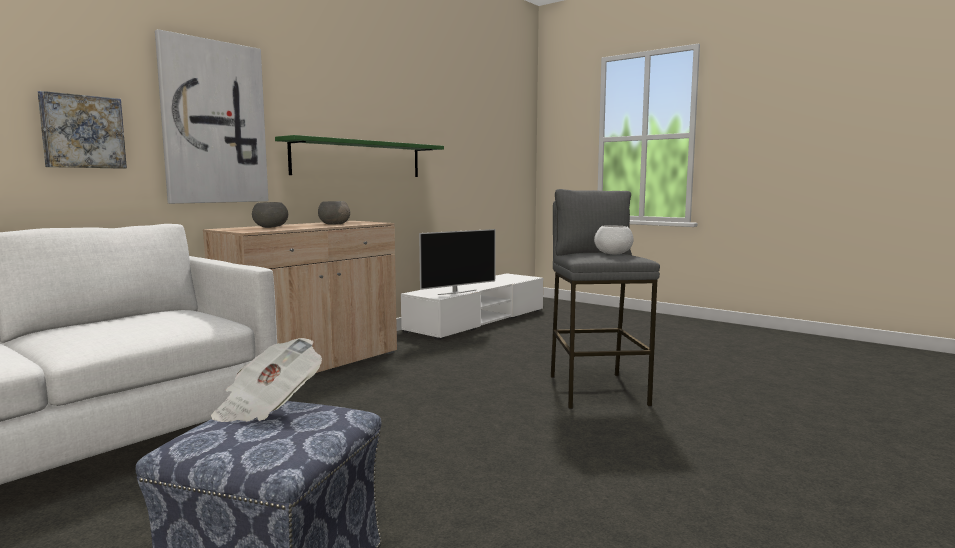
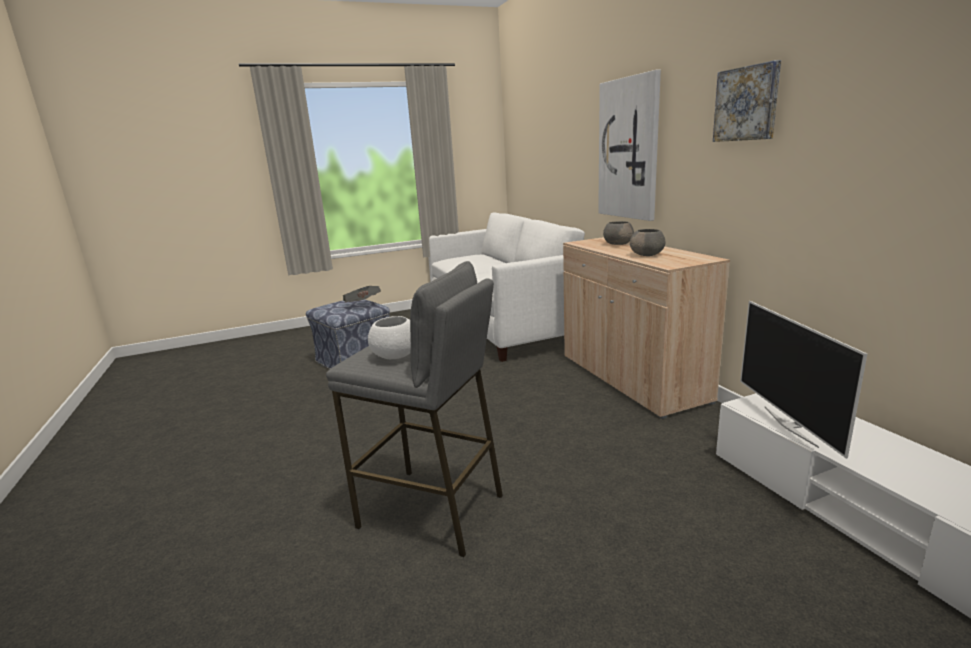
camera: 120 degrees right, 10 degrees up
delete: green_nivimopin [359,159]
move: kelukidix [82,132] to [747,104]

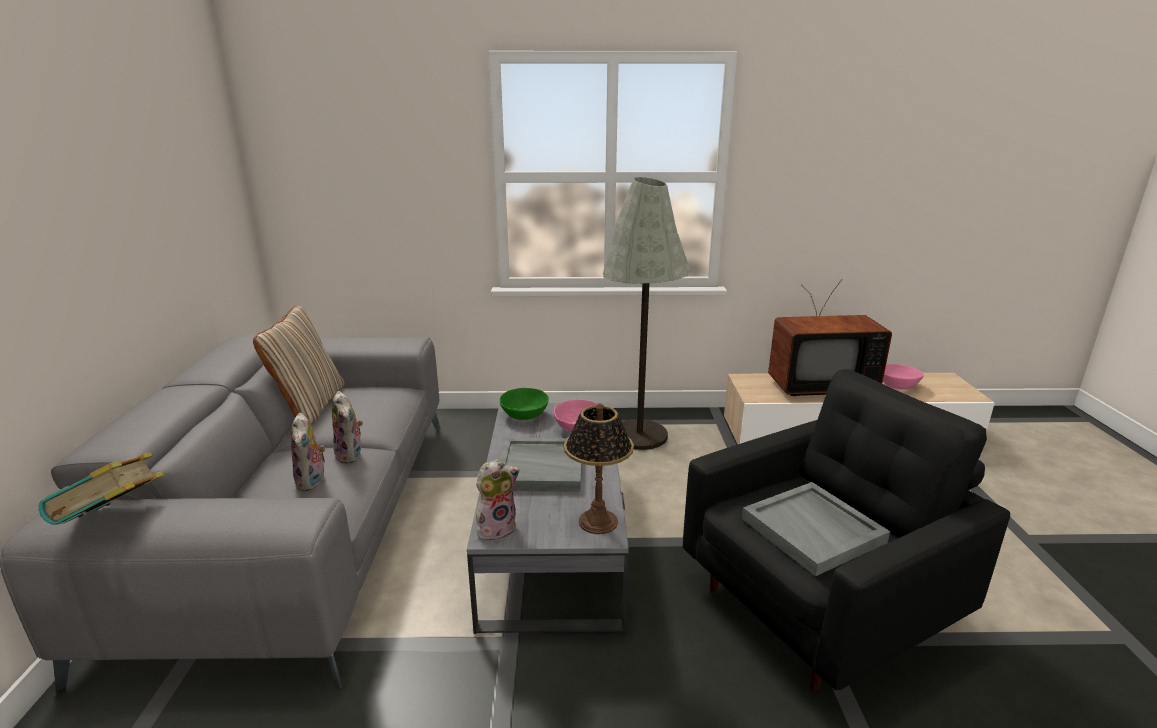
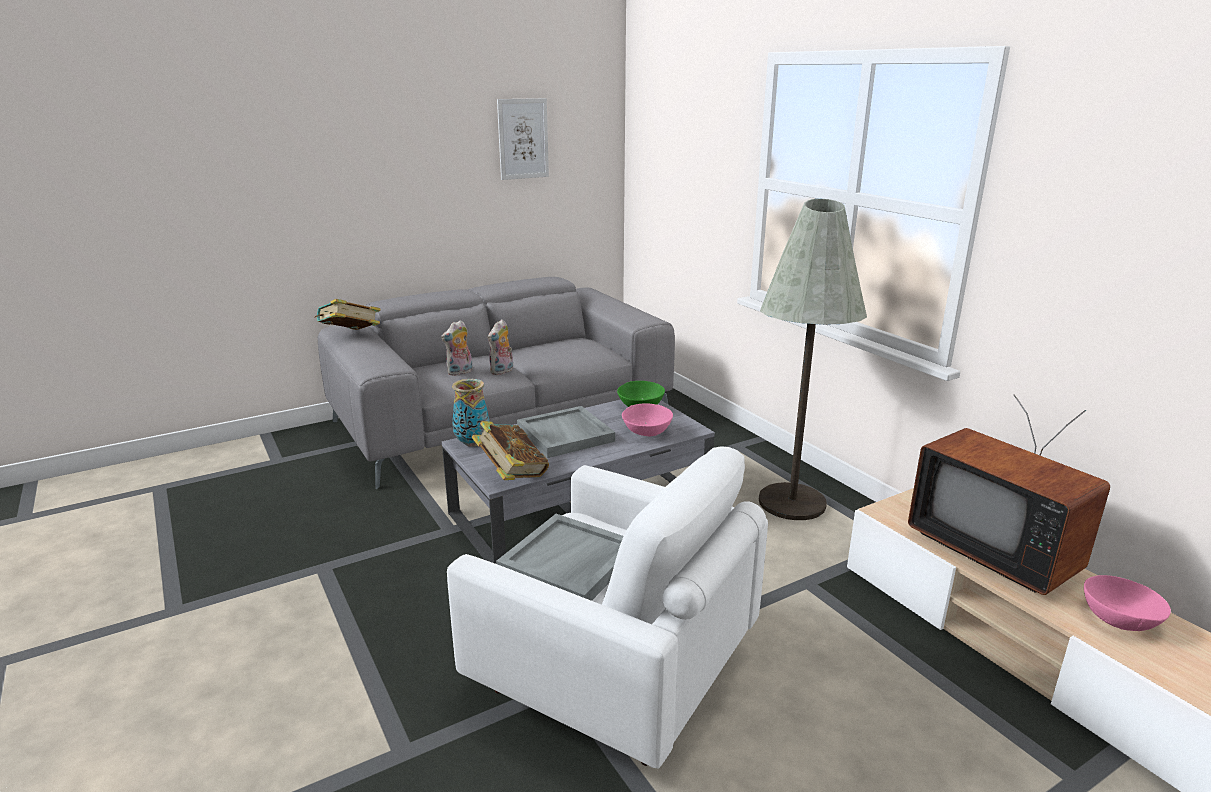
camera: 60 degrees right, 0 degrees up
delete: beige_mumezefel [309,405]
insert: kelukidix [523,139]
replace: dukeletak [497,528] to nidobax [472,443]; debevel [598,522] to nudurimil [512,475]
recolor: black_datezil [820,606] to white_datezil [614,678]

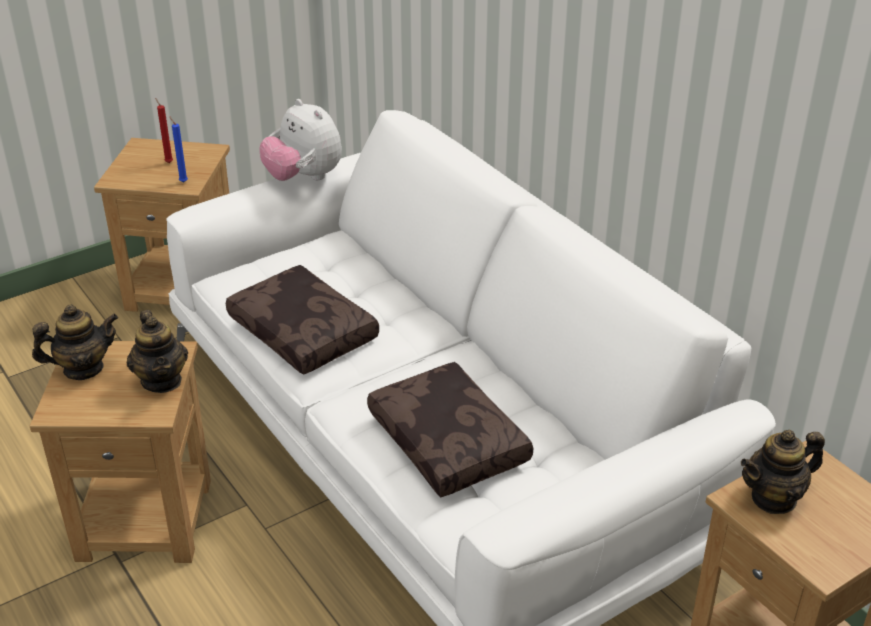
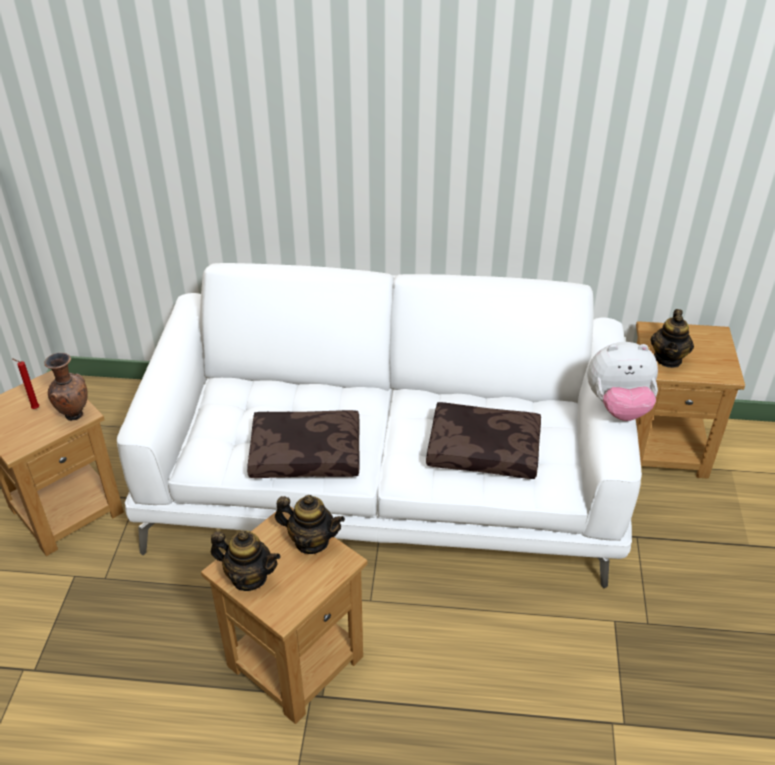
camera: 50 degrees left, 5 degrees up
move: dukeletak [303,178] to [618,407]
replace: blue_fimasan [182,181] to brown_nidobax [73,414]
rotate: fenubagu [83,369] = [249,577] 90 degrees clockwise

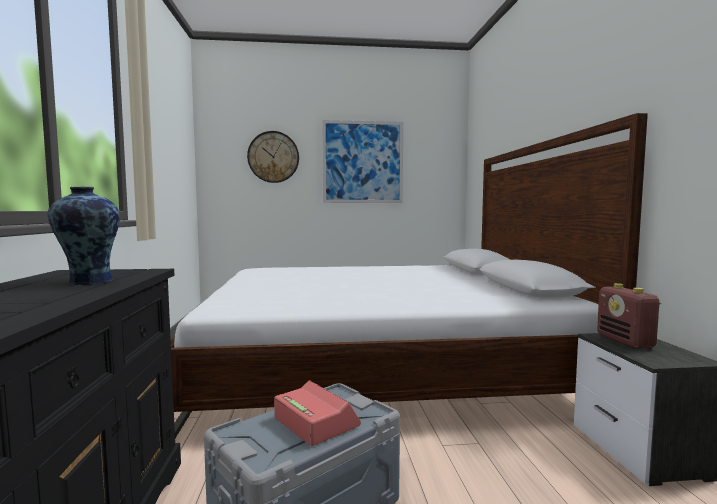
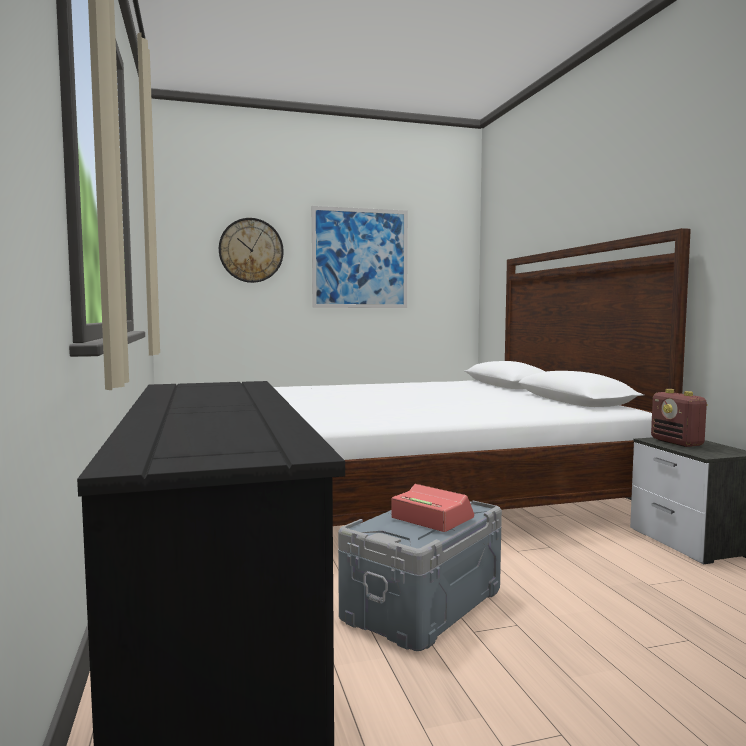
camera: 10 degrees left, 0 degrees up
delete: nidobax [88,282]

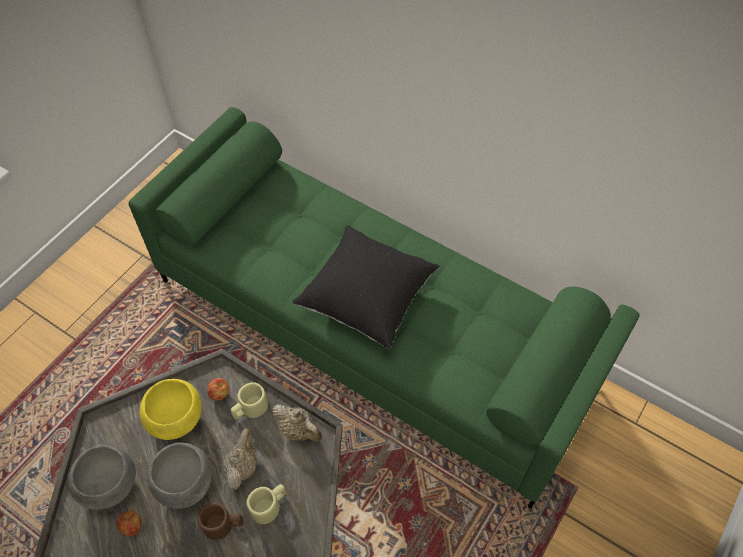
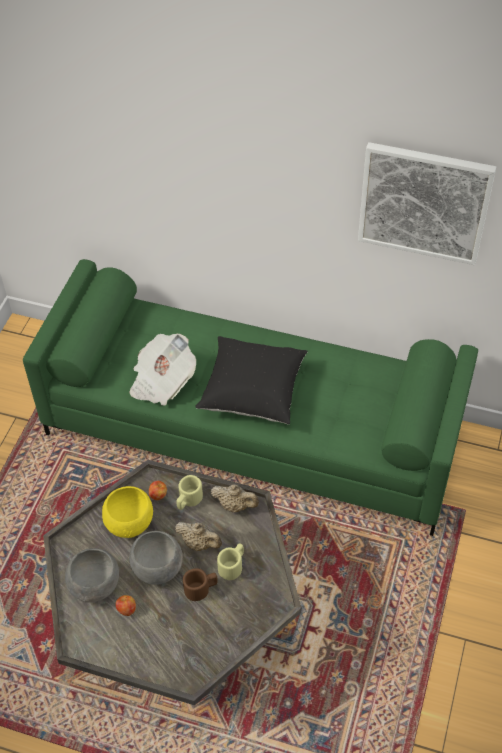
camera: 15 degrees left, 5 degrees down
insert: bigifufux [162,381]; kelukidix [424,202]
rotate: beige_fenubagu [242,466] = [199,543] 120 degrees clockwise

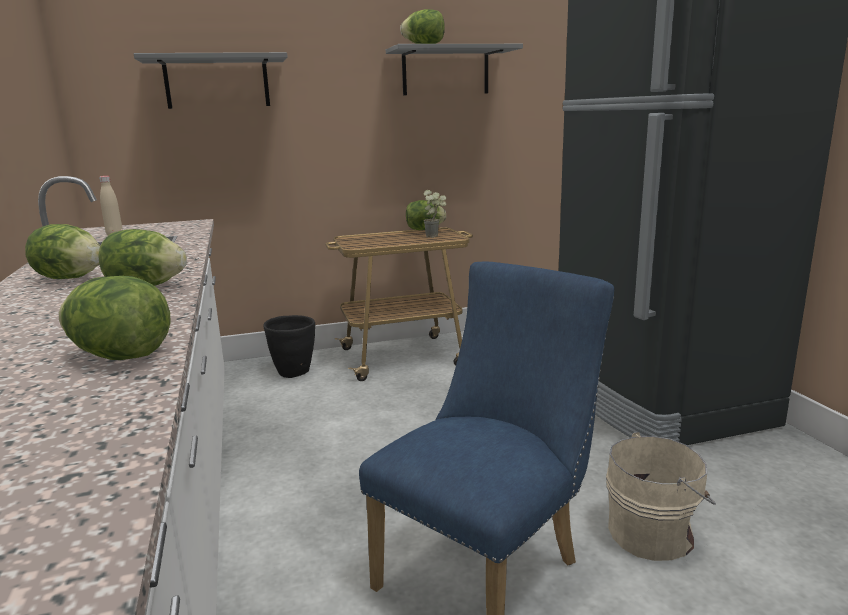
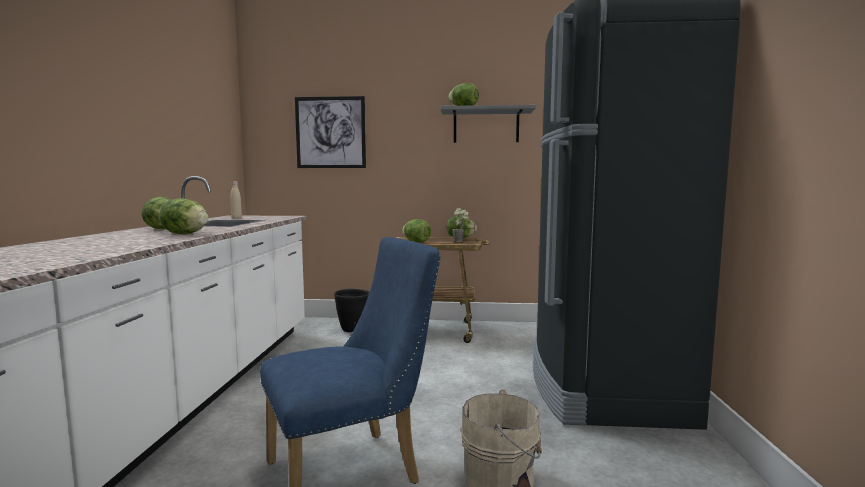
camera: 20 degrees right, 10 degrees down
move: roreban [120,356] to [416,242]
replace: grey_nivimopin [217,82] to kelukidix [330,132]

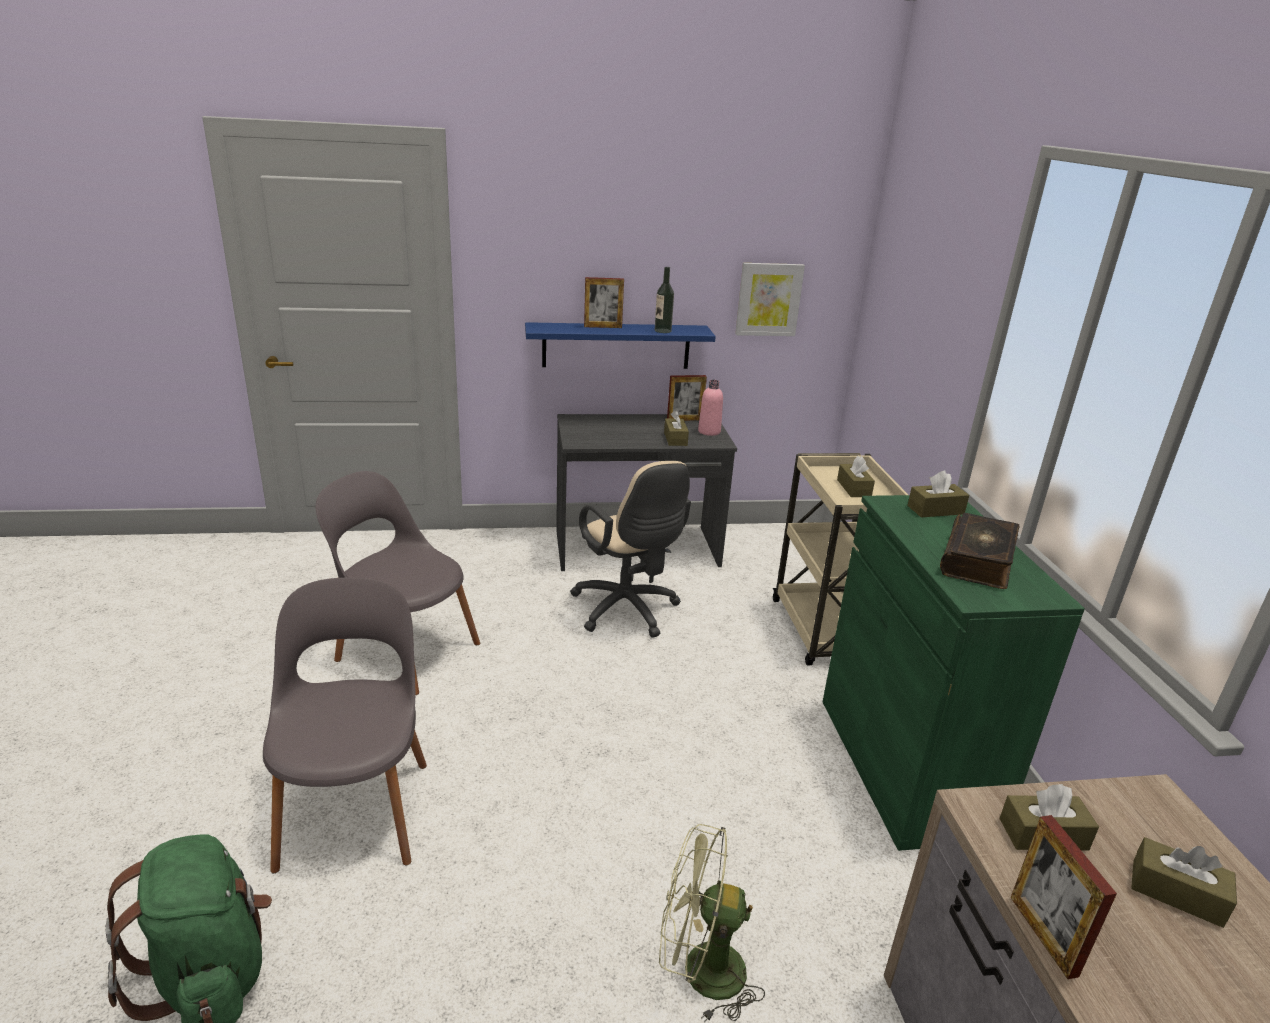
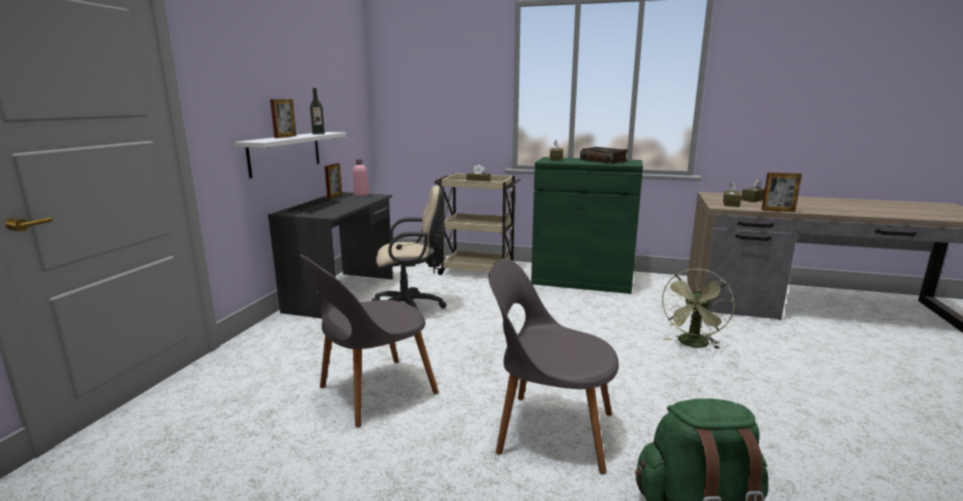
camera: 65 degrees left, 10 degrees down
delete: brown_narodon [675,439]; kelukidix [768,299]
insert: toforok [315,206]
recolor: blue_nivimopin [616,345] to white_nivimopin [285,153]

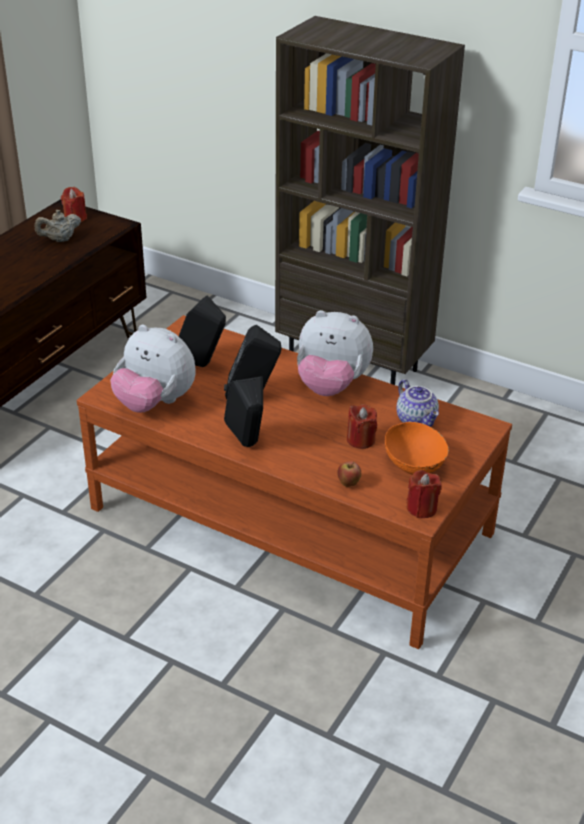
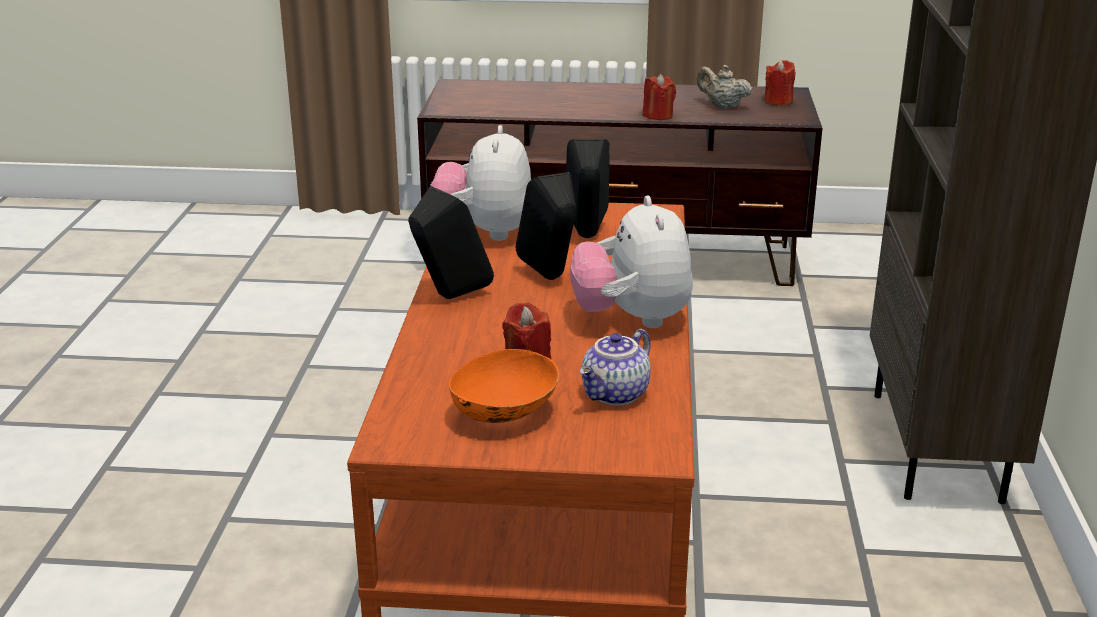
camera: 65 degrees right, 10 degrees down
delete: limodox [348,484]
move: red_fimasan [421,508] to [658,115]

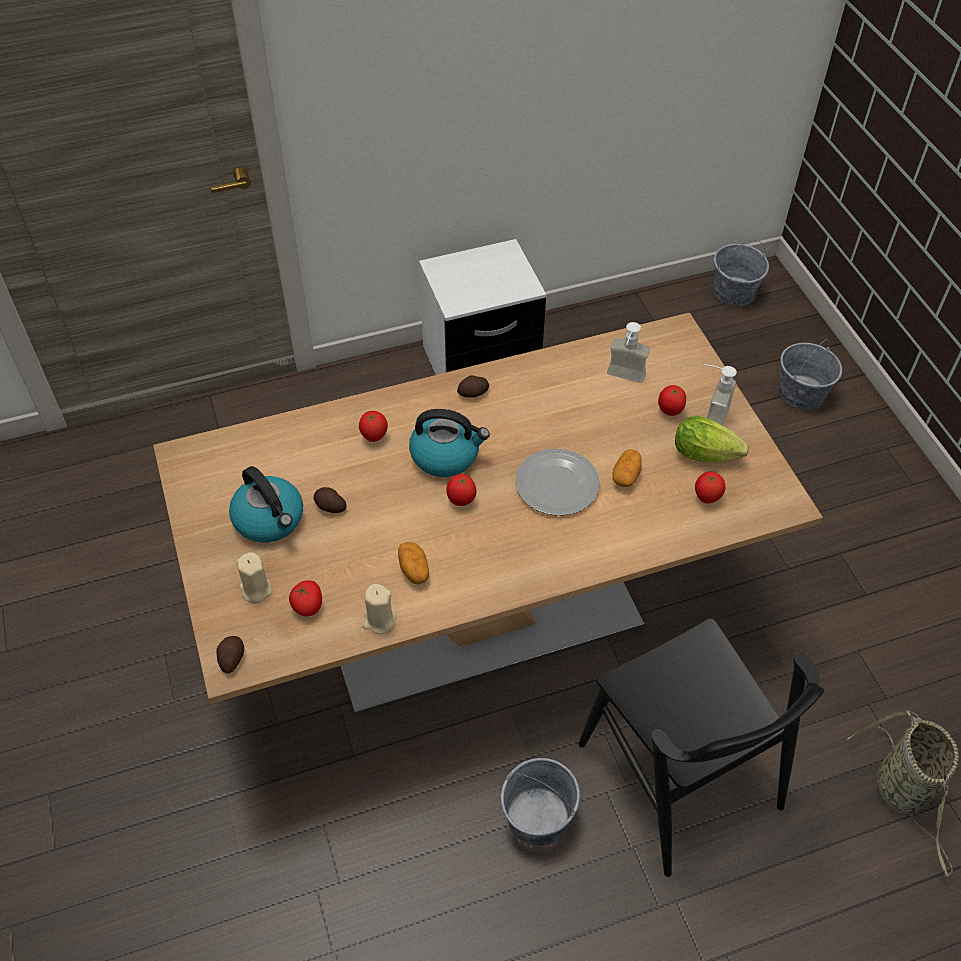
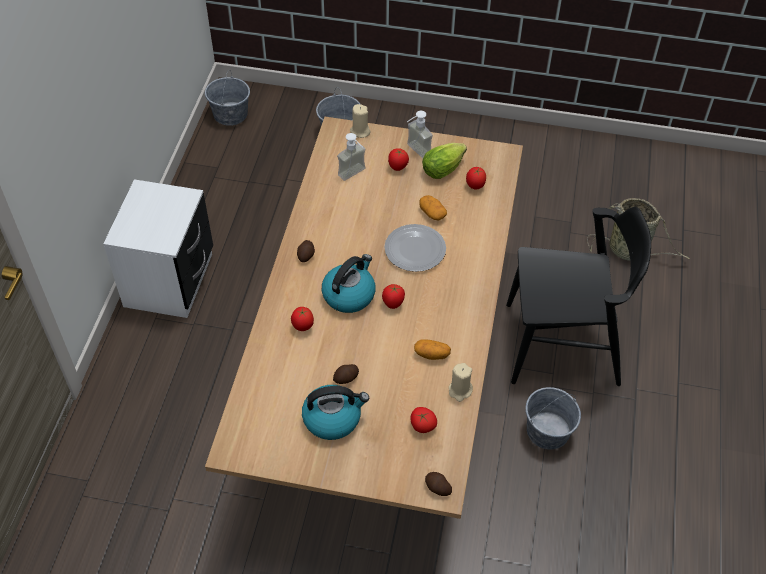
camera: 60 degrees left, 0 degrees up
move: beige_fimasan [256,590] to [360,131]

